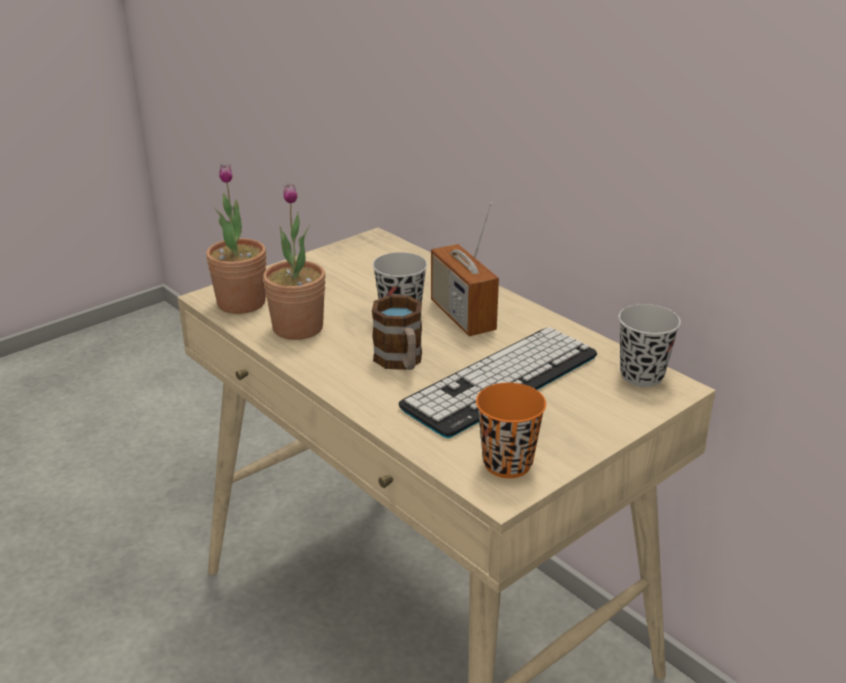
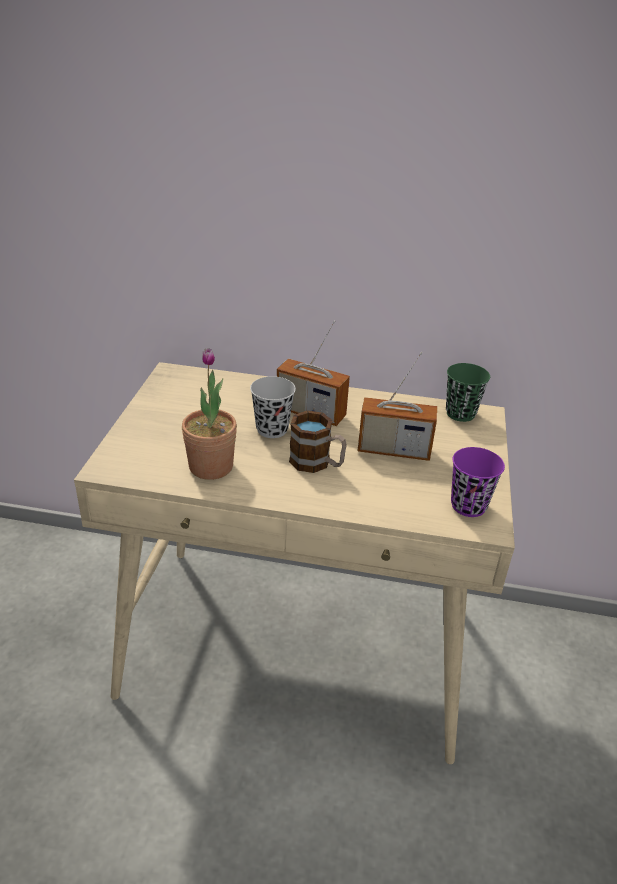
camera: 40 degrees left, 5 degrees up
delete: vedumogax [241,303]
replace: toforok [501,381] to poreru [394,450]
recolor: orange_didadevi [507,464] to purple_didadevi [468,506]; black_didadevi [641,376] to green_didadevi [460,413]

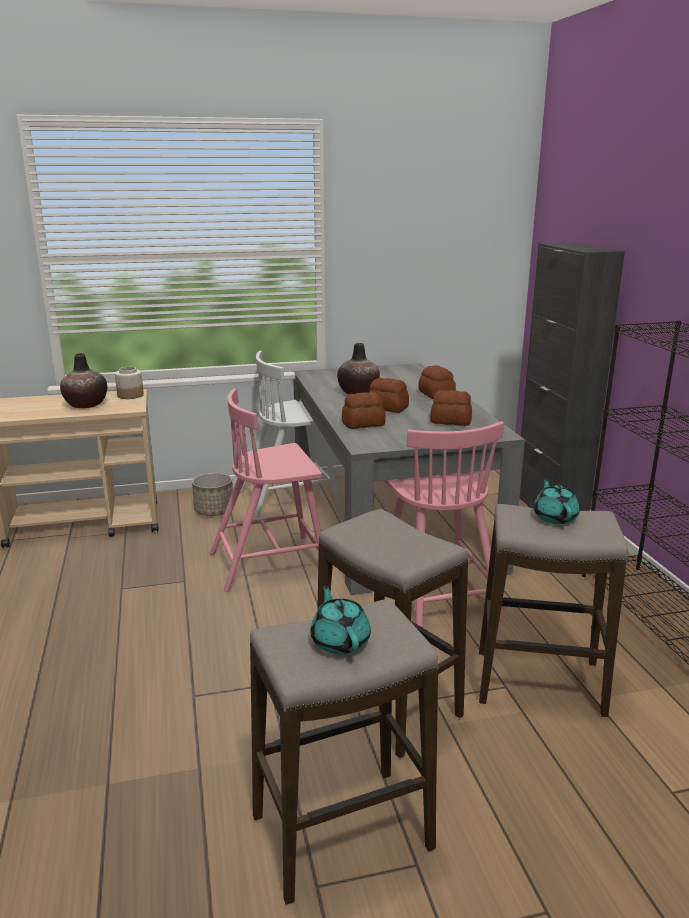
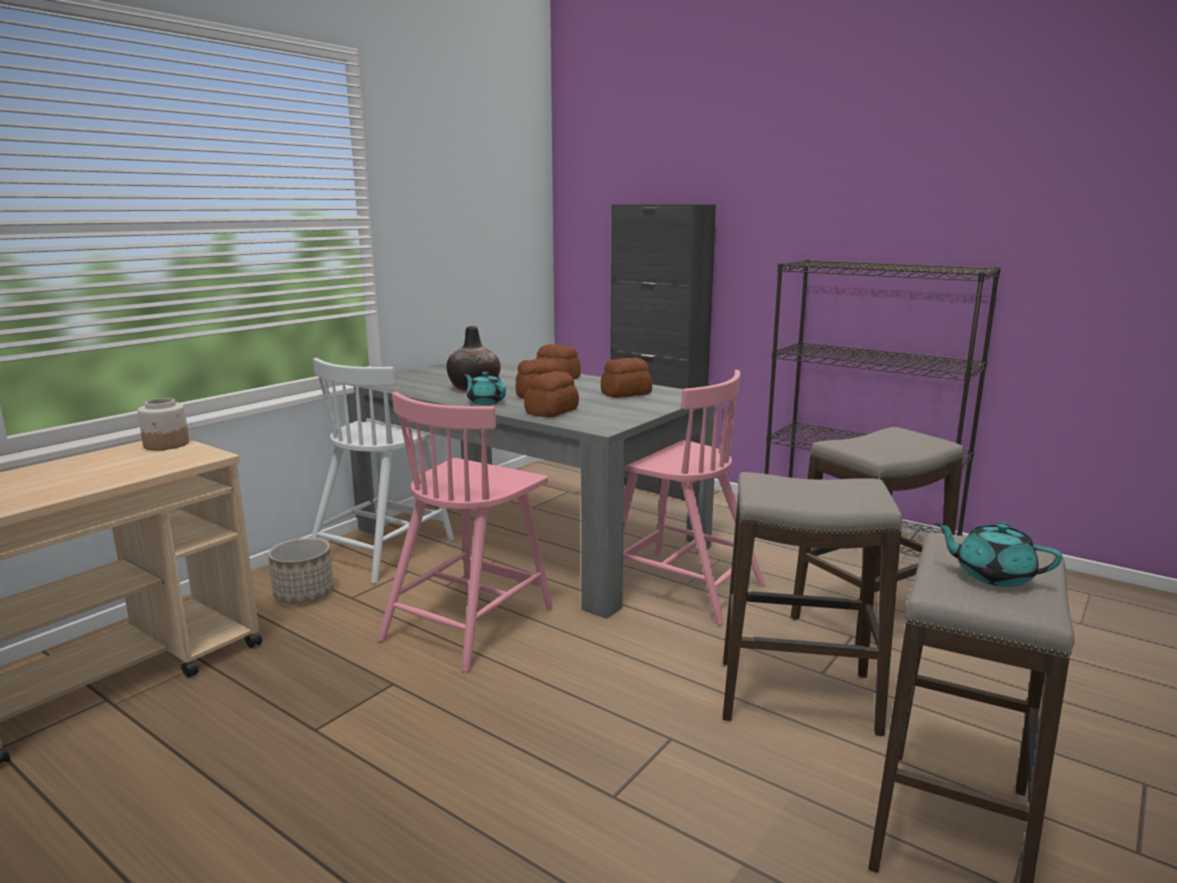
camera: 40 degrees left, 5 degrees down
delete: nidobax [86,405]
move: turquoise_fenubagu [555,517] to [485,401]

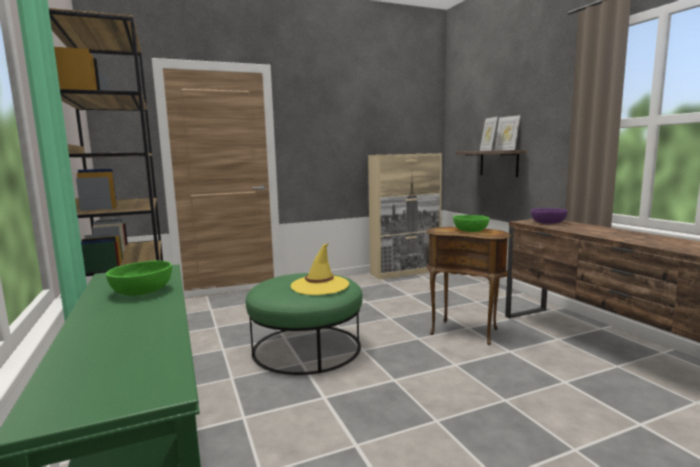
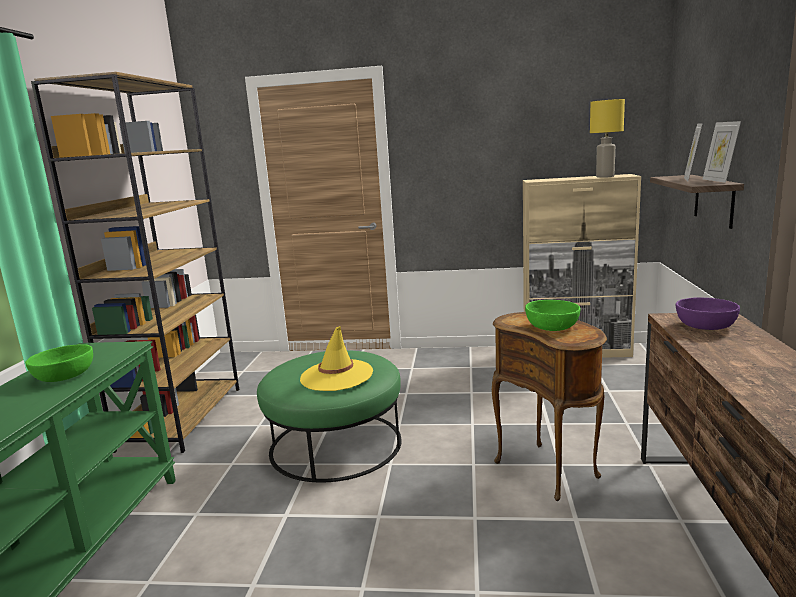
camera: 30 degrees right, 5 degrees up
insert: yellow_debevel [604,177]

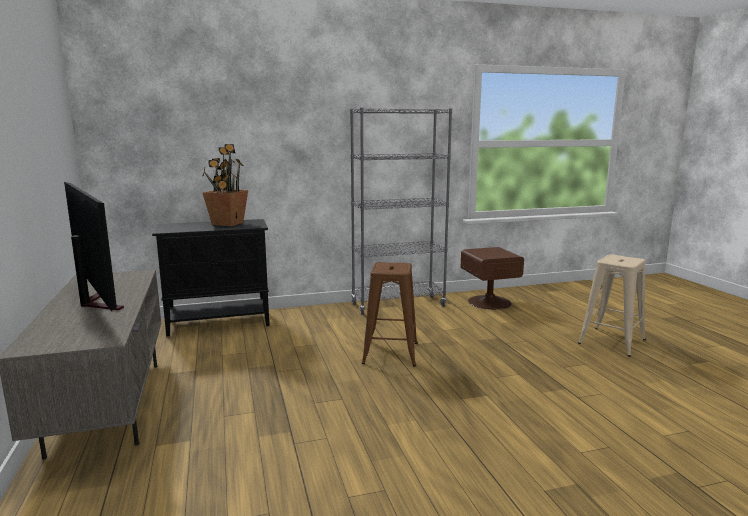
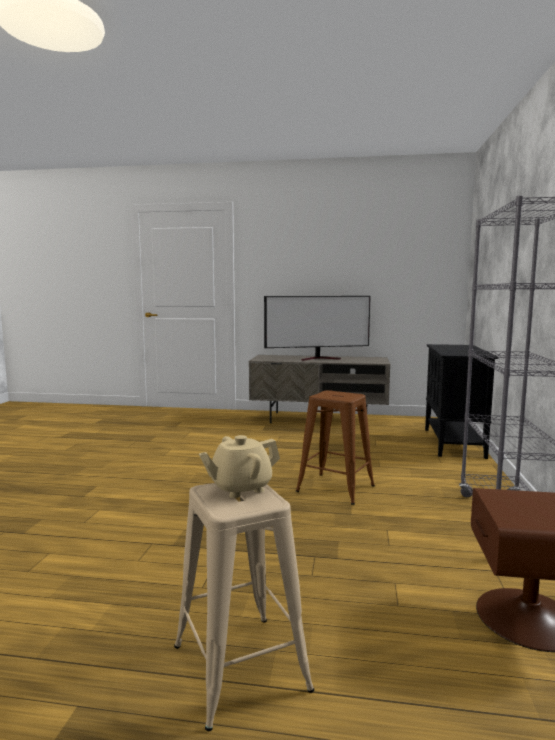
camera: 115 degrees right, 5 degrees down
delete: vedumogax [227,223]
insert: beige_fenubagu [240,488]

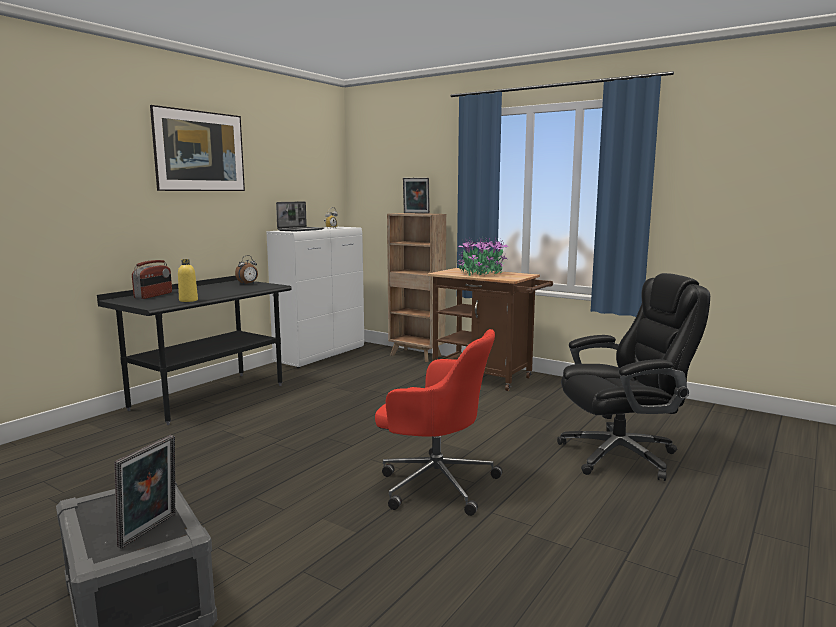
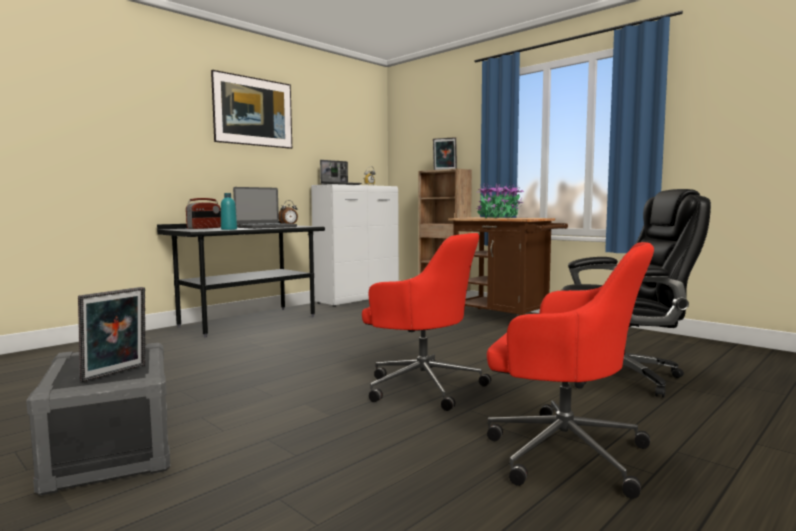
camera: 10 degrees right, 5 degrees down
insert: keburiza [265,227]; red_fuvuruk [561,451]
recolor: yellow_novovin [188,300] to turquoise_novovin [229,229]

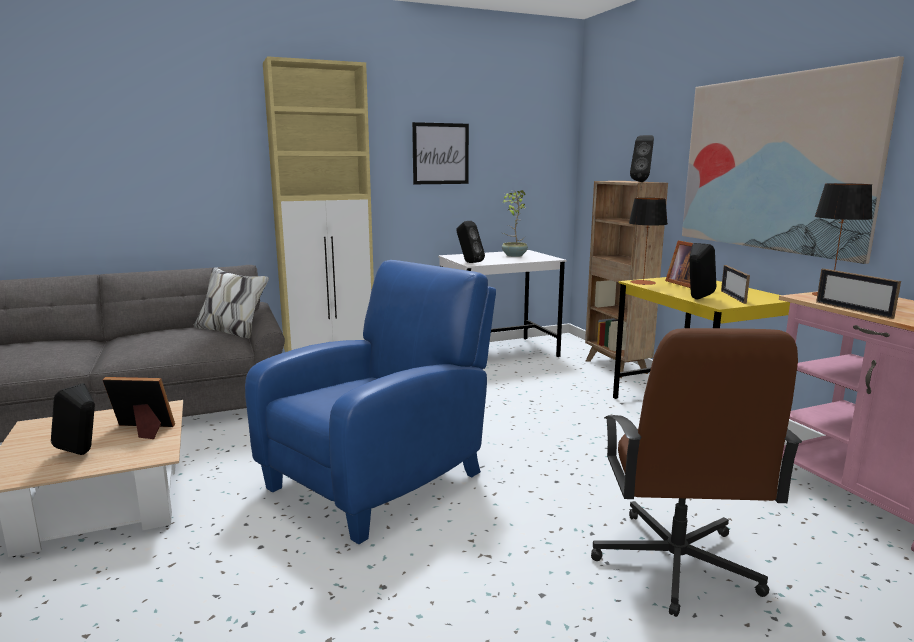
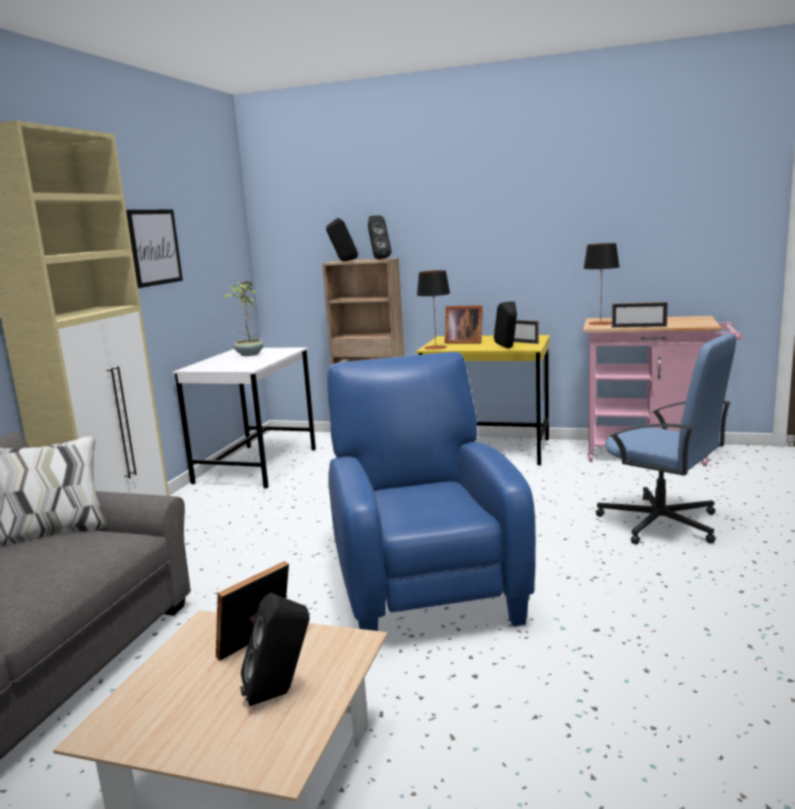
camera: 50 degrees left, 0 degrees up
delete: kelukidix [774,163]
move: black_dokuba [469,262] to [343,261]
recolor: brown_fuvuruk [675,563] to blue_fuvuruk [661,523]

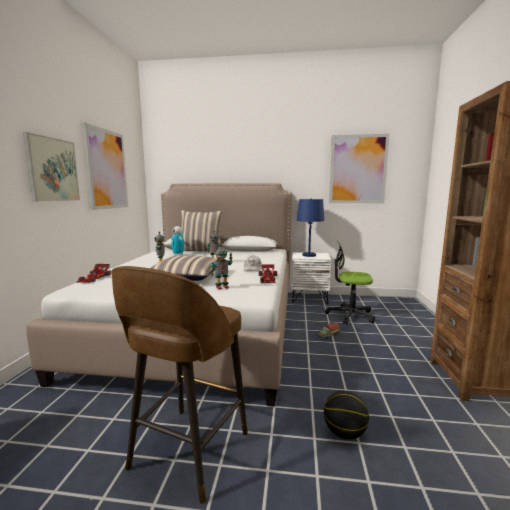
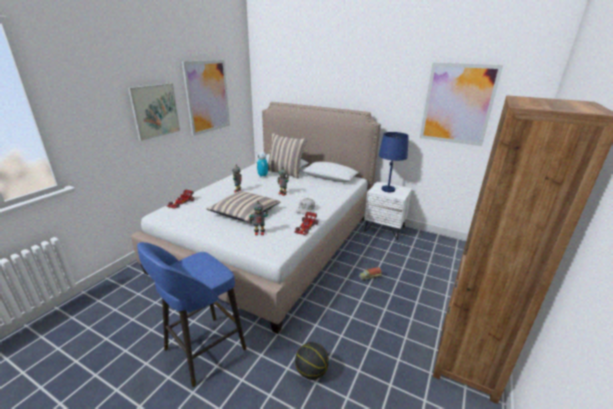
camera: 20 degrees right, 15 degrees up
delete: fuvuruk [350,315]
recolor: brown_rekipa [187,453] to blue_rekipa [202,350]

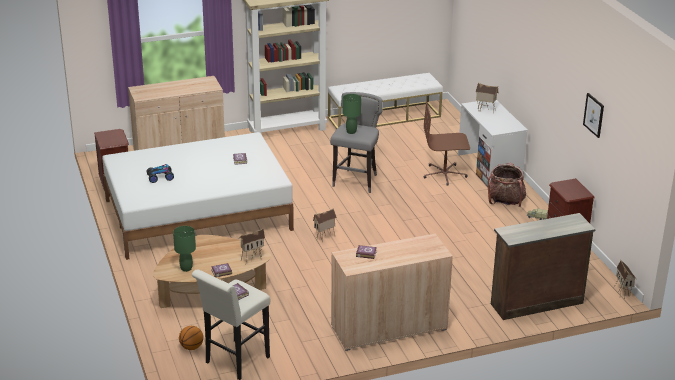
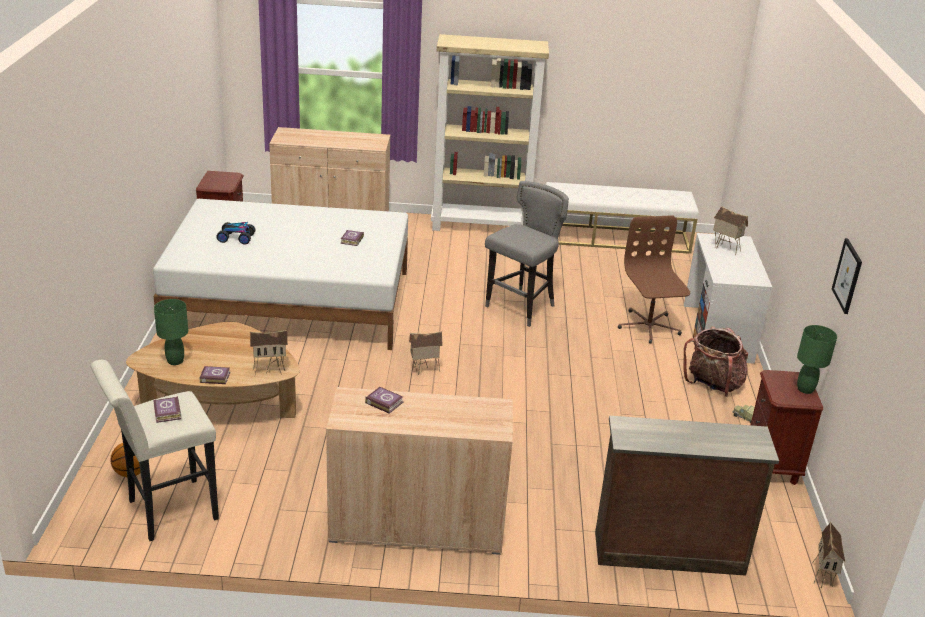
camera: 20 degrees right, 0 degrees up
move: green_debevel [351,132] to [805,389]
rotate: brown_fuvuruk [444,174] = [648,327] 60 degrees clockwise

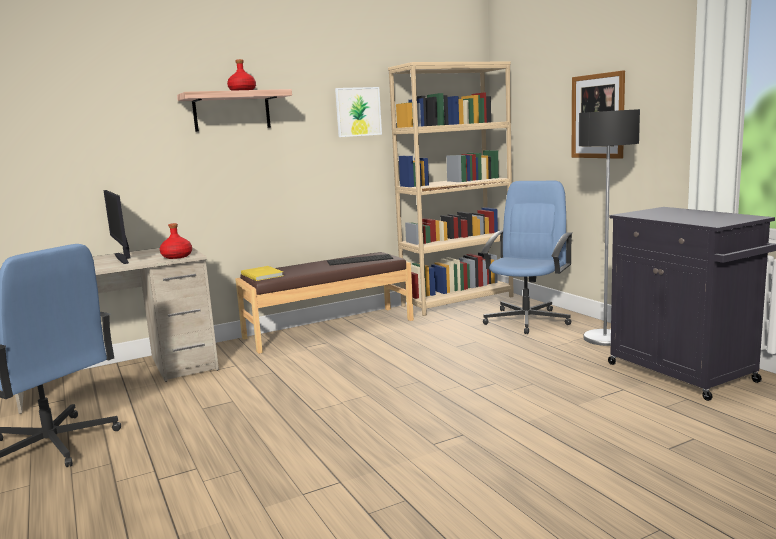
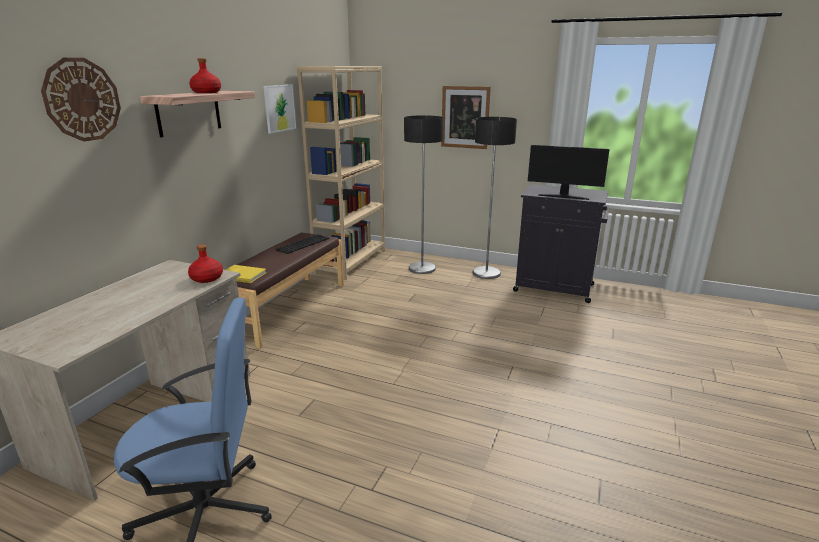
camera: 40 degrees left, 10 degrees up
insert: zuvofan [82,100]
move: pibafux [123,258] to [563,197]
replace: blue_fuvuruk [527,320] to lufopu [422,268]

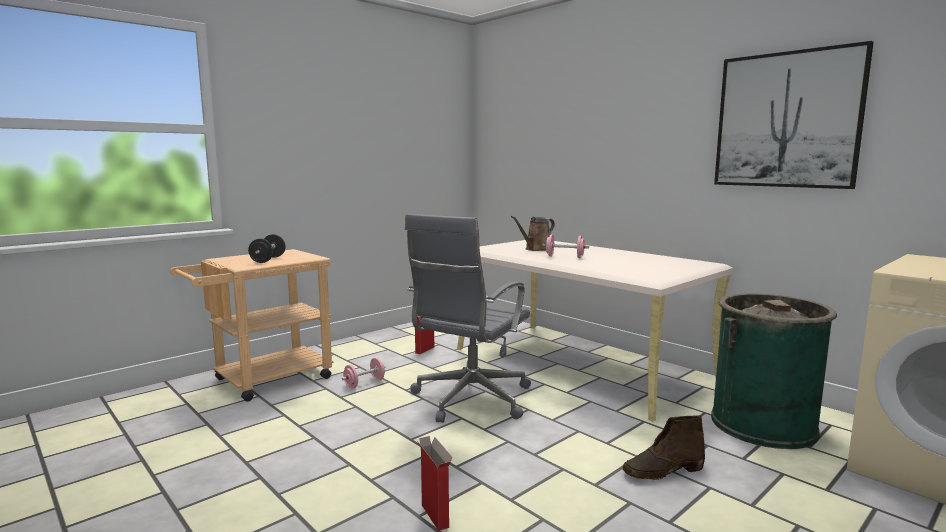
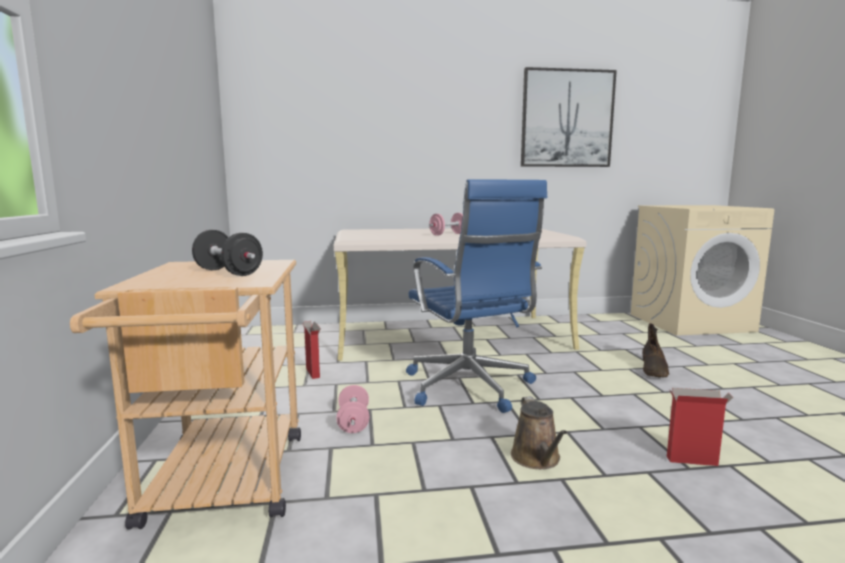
camera: 55 degrees left, 0 degrees up
delete: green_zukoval [763,424]
move: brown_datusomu [536,249] to [537,459]
recolor: grey_fuvuruk [469,399] to blue_fuvuruk [469,388]

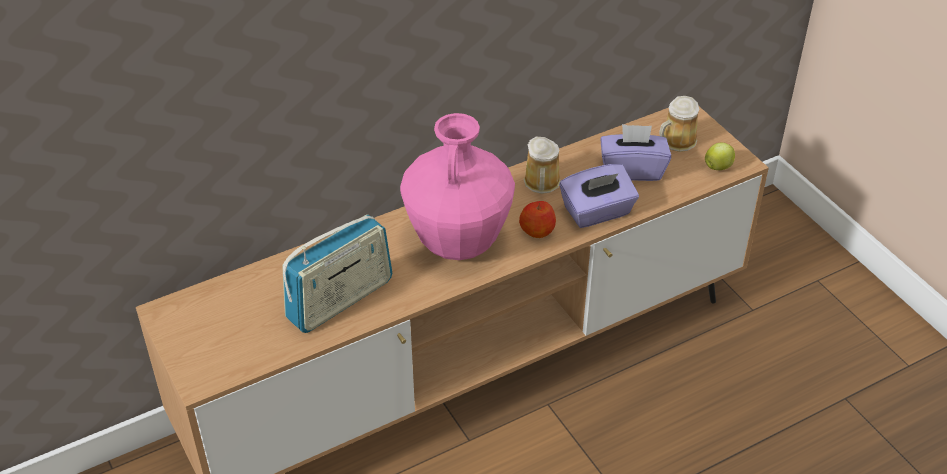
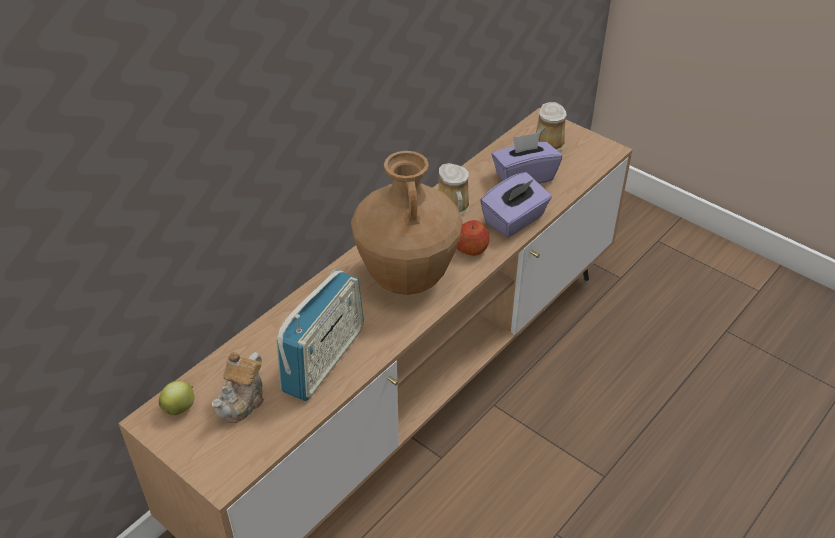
camera: 20 degrees left, 0 degrees up
insert: fenubagu [242,401]
move: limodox [718,167] to [180,407]
recolor: pink_nidobax [458,243] to brown_nidobax [407,277]

